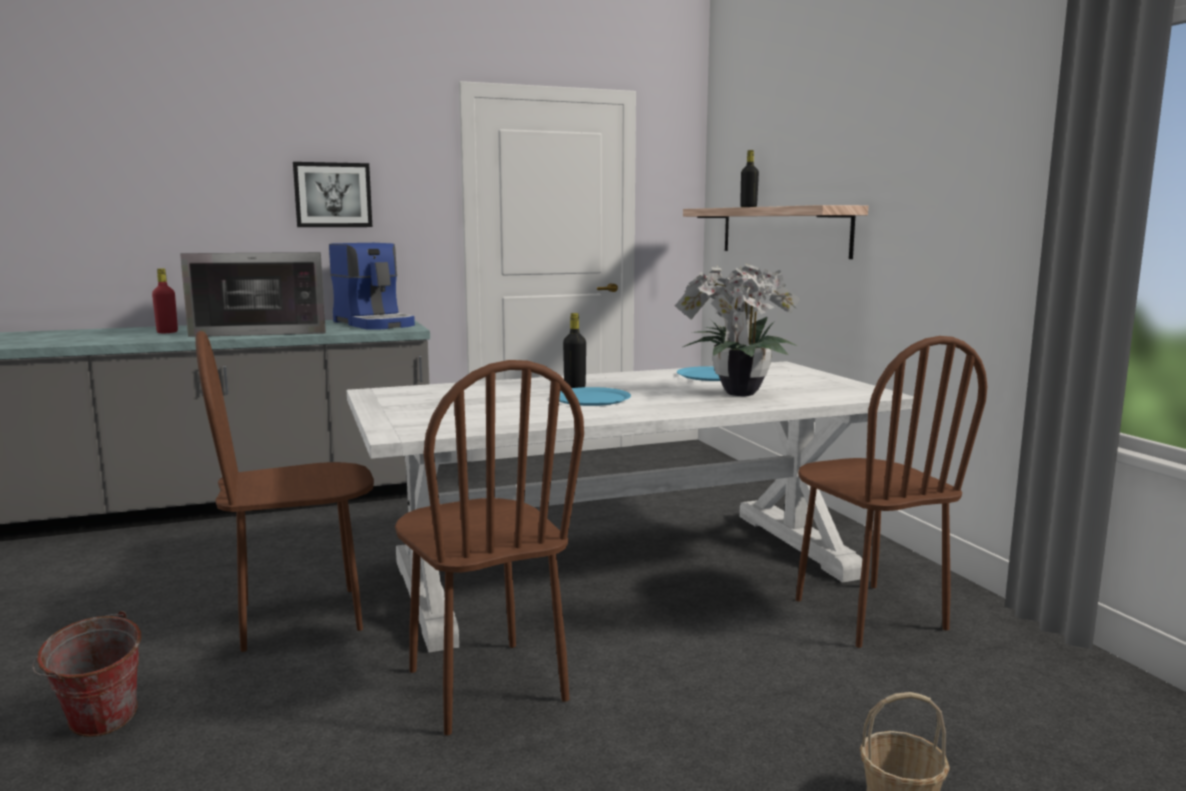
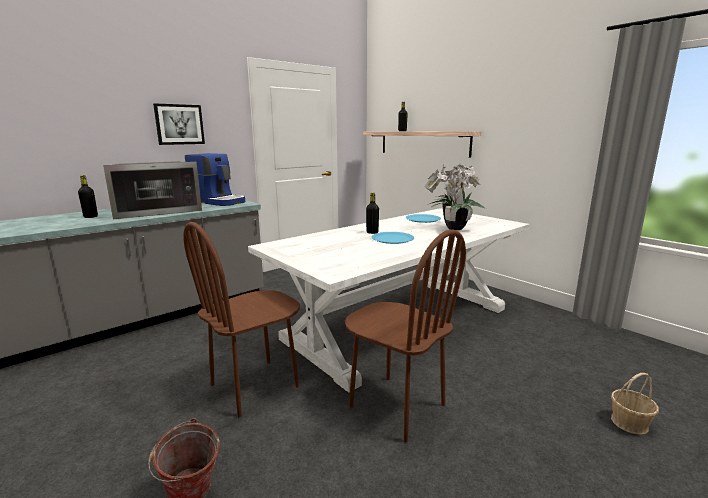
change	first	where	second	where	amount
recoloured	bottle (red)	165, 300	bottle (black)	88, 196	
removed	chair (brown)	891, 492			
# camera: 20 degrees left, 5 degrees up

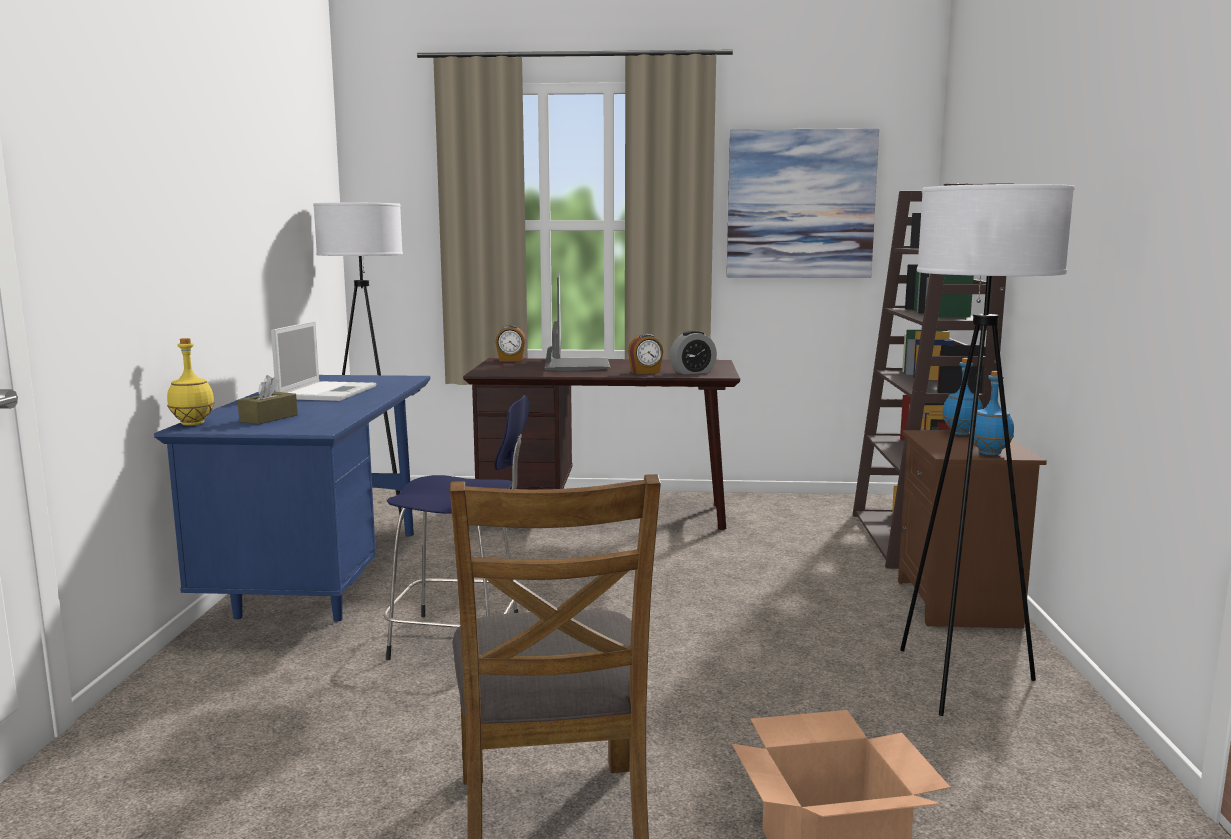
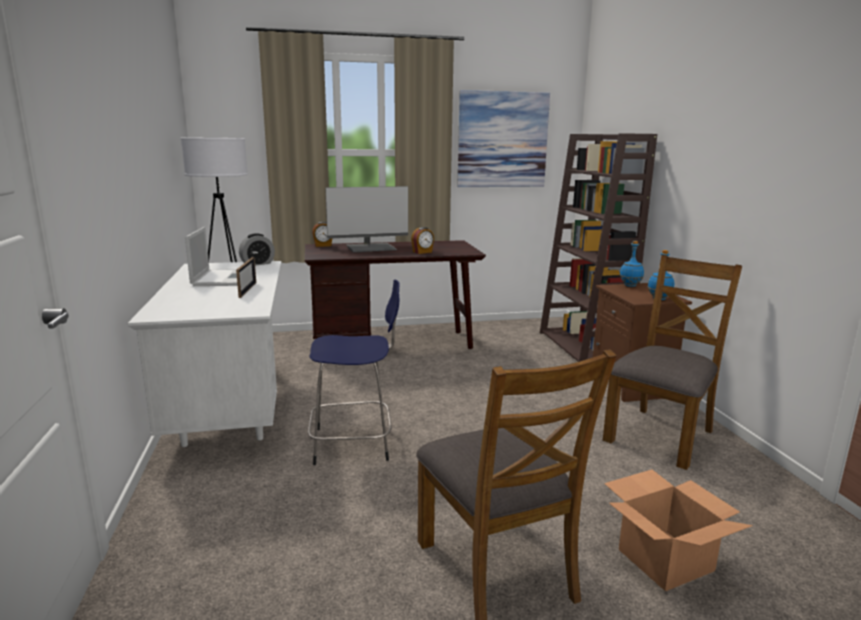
change	first	where	second	where	amount
recoloured	desk (blue)	292, 498	desk (white)	204, 354	
removed	bottle (yellow)	191, 382			
removed	tissue box (brown)	268, 399			
turned	monitor	577, 321		366, 219	90 degrees clockwise
moved	alarm clock	693, 352		257, 249	
replaced	floor lamp (white)	987, 450	chair (brown)	672, 362	
added			picture frame	246, 277	
# camera: 15 degrees left, 5 degrees up

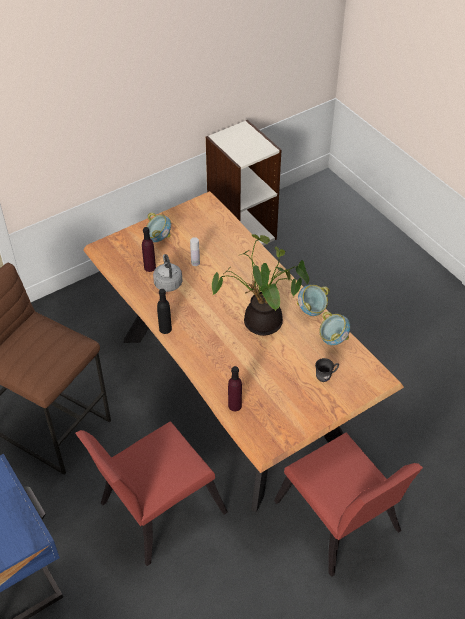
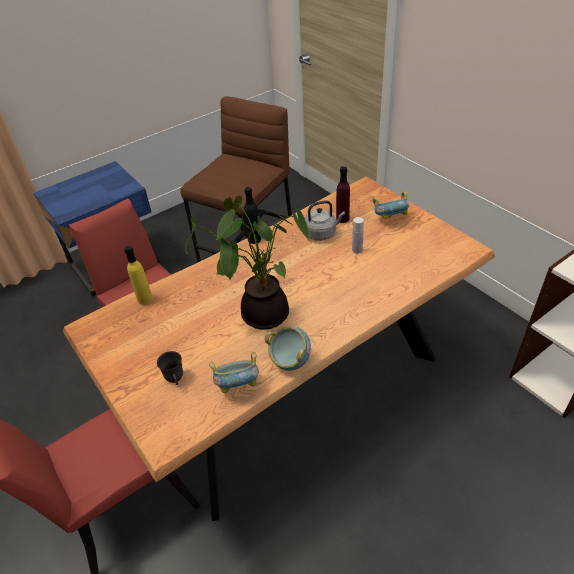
change	first	where	second	where	amount
recoloured	bottle (purple)	235, 388	bottle (yellow)	138, 275	
# camera: 90 degrees right, 5 degrees down

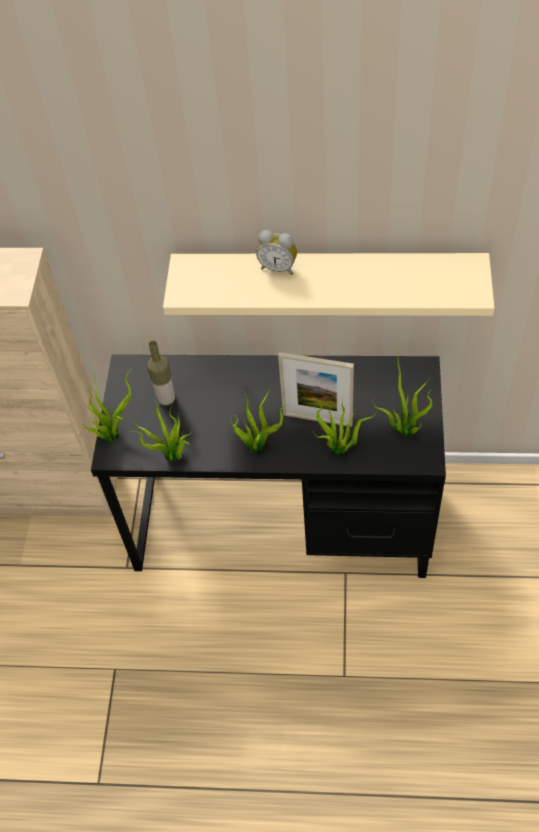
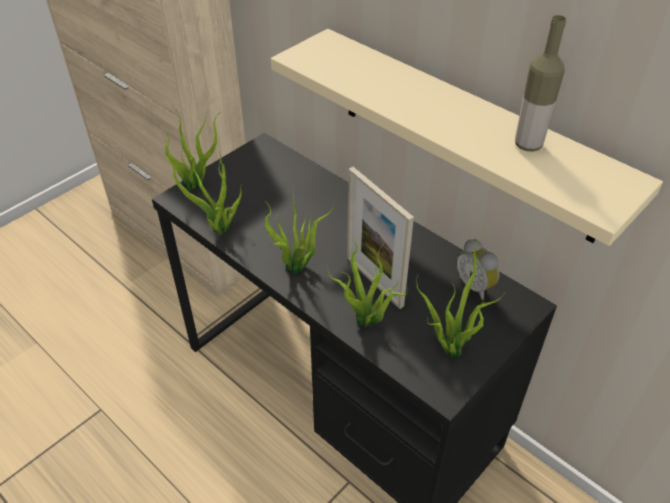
change	first	where	second	where	amount
moved	bottle	161, 373		540, 83	
moved	alarm clock	276, 252		477, 269	
# camera: 35 degrees right, 10 degrees down

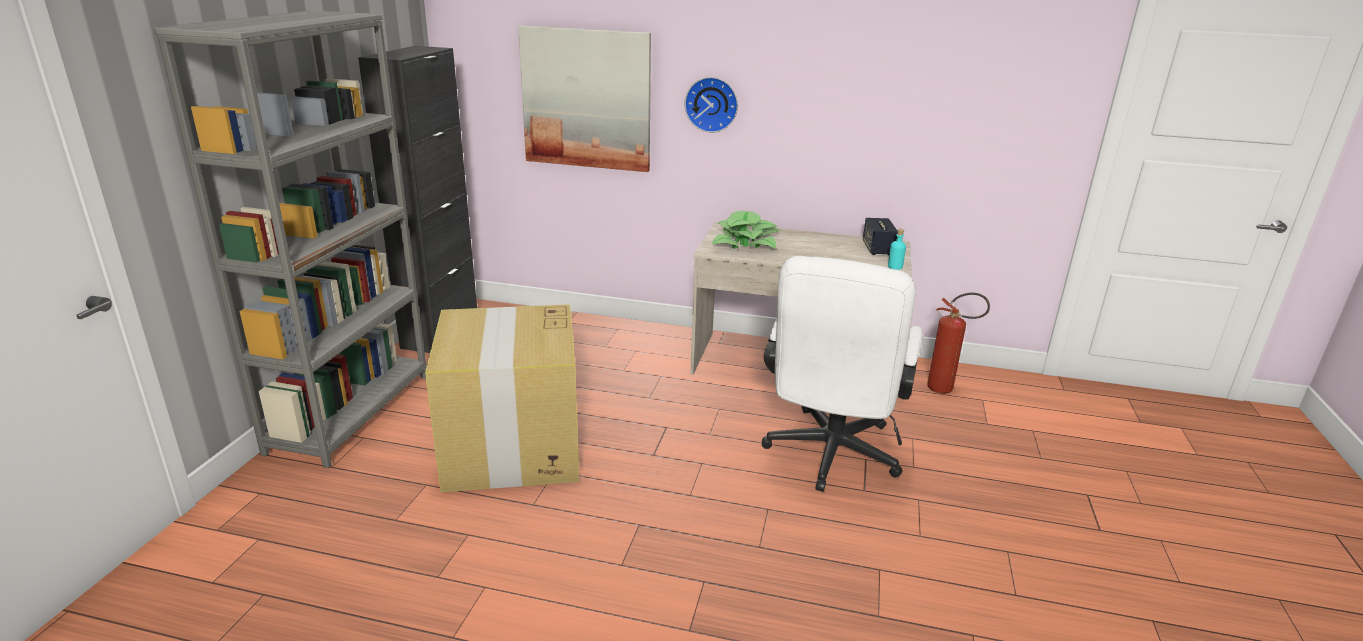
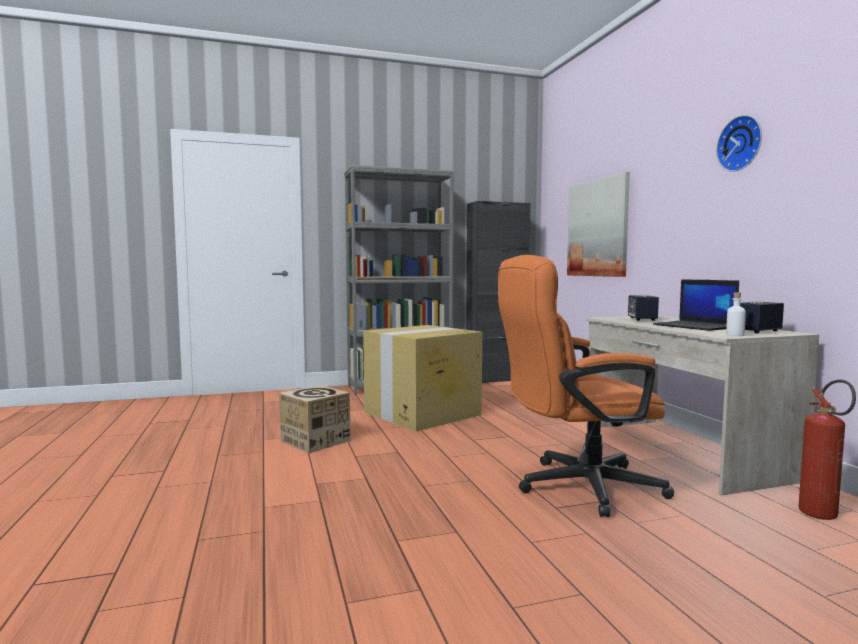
change	first	where	second	where	amount
moved	wall clock	711, 105		739, 143	
replaced	potted plant	746, 230	speaker	643, 308	
recoloured	office chair (white)	842, 374	office chair (orange)	586, 386	
recoloured	bottle (turquoise)	897, 249	bottle (white)	736, 314	
added			cardboard box	315, 419	
added			laptop	696, 305	
# camera: 60 degrees right, 20 degrees down

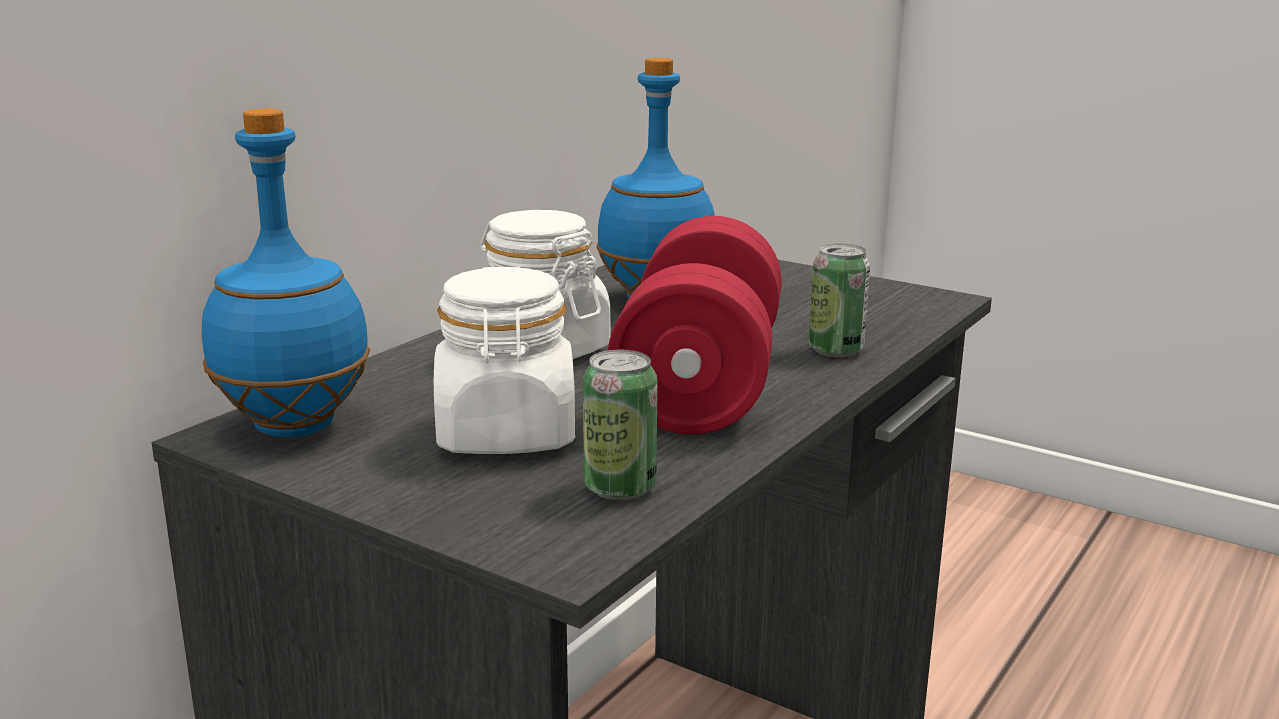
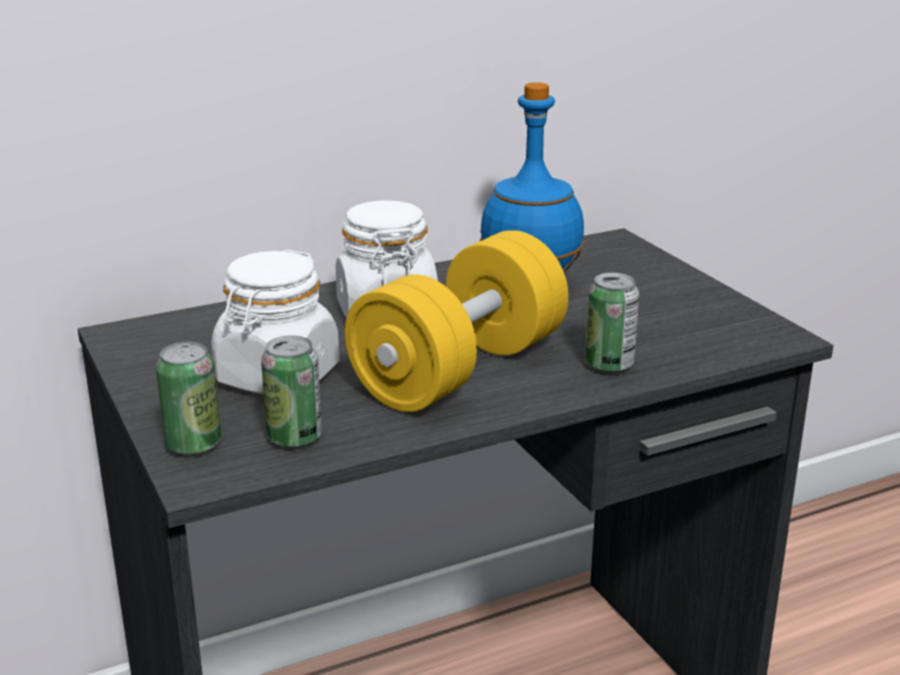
change	first	where	second	where	amount
removed	bottle (blue)	286, 273			
recoloured	dumbbell (red)	695, 325	dumbbell (yellow)	457, 321	
added			can	188, 399	
# camera: 30 degrees right, 5 degrees up

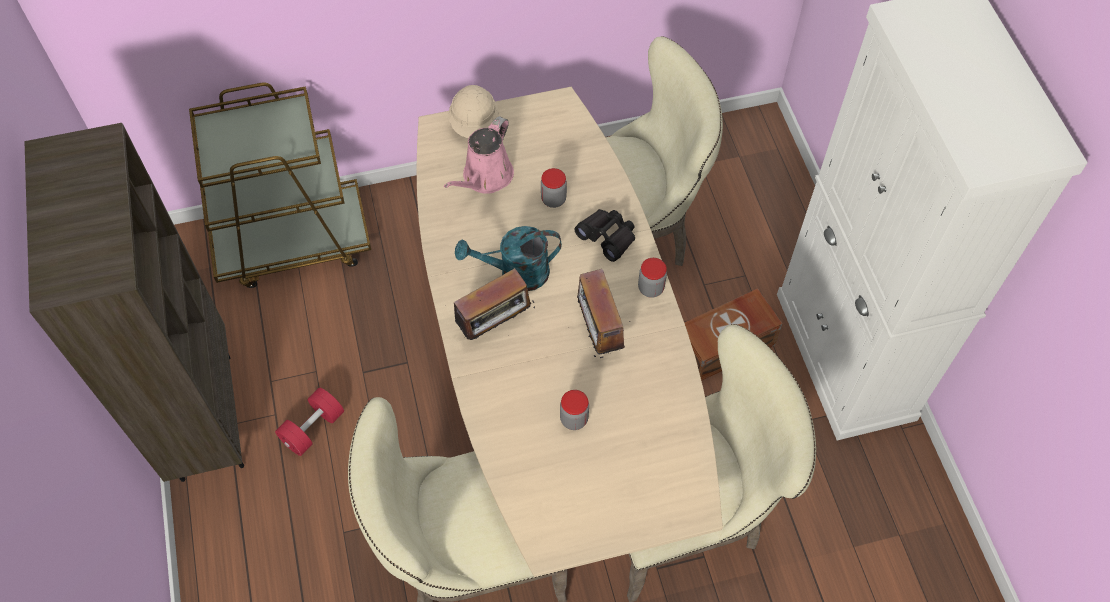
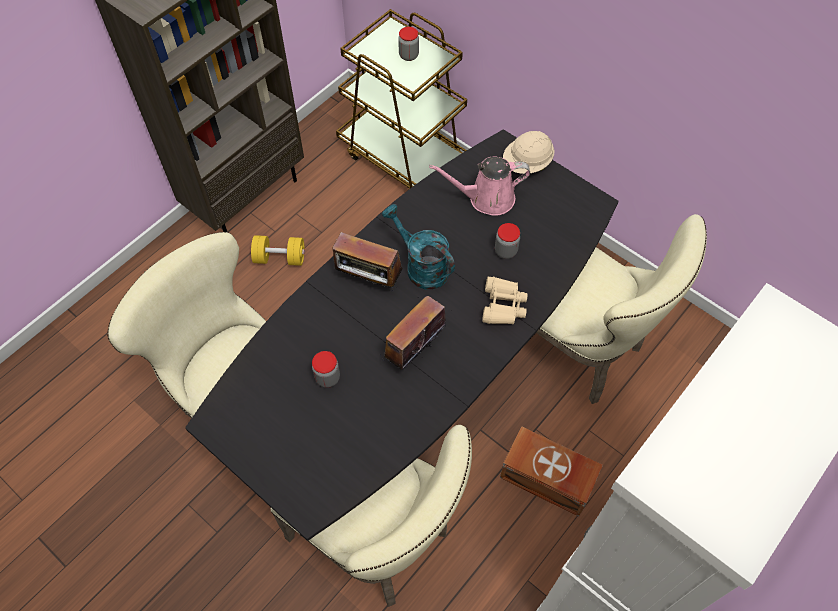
change	first	where	second	where	amount
recoloured	dumbbell (red)	309, 422	dumbbell (yellow)	278, 250	
recoloured	dining table (beige)	569, 332	dining table (black)	402, 335	
recoloured	binoculars (black)	605, 235	binoculars (beige)	505, 300	
moved	jar	652, 278		408, 44	
# camera: 55 degrees right, 0 degrees up

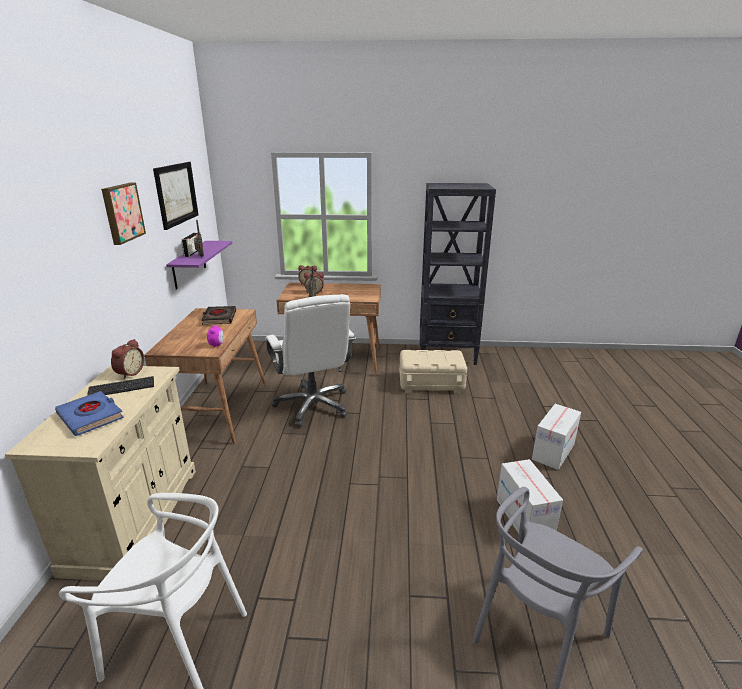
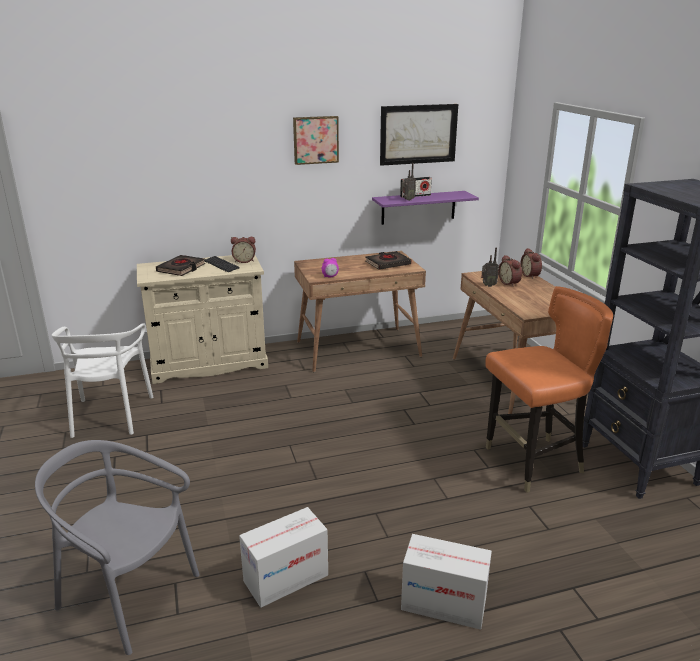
change	first	where	second	where	amount
recoloured	book (blue)	89, 413	book (black)	181, 265	
removed	office chair (white)	311, 360			
replaced	storage box (beige)	433, 372	chair (orange)	549, 389	
# camera: 70 degrees right, 0 degrees up

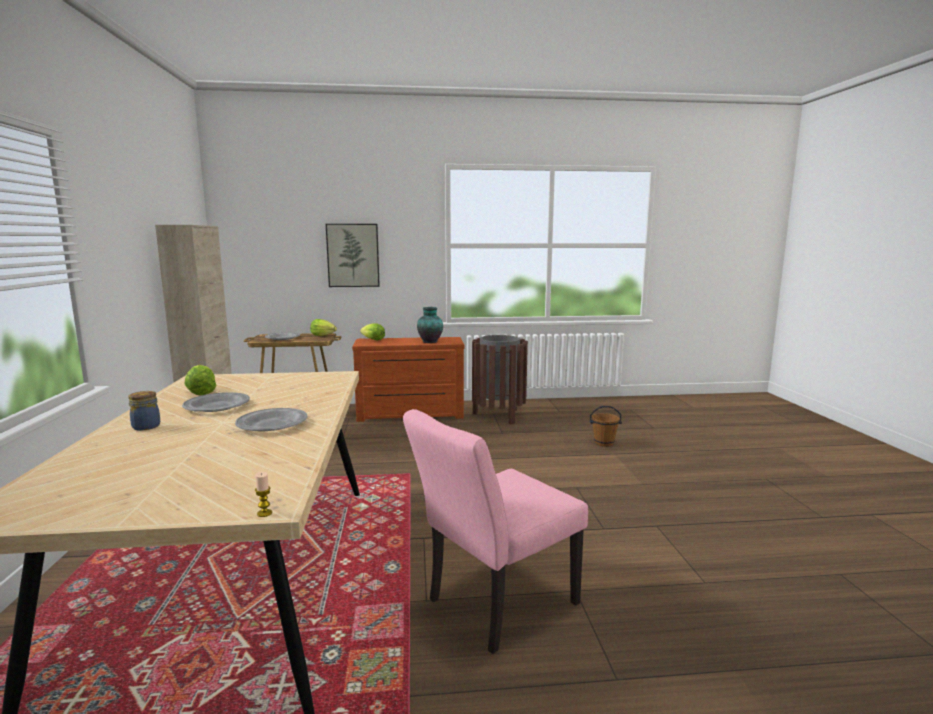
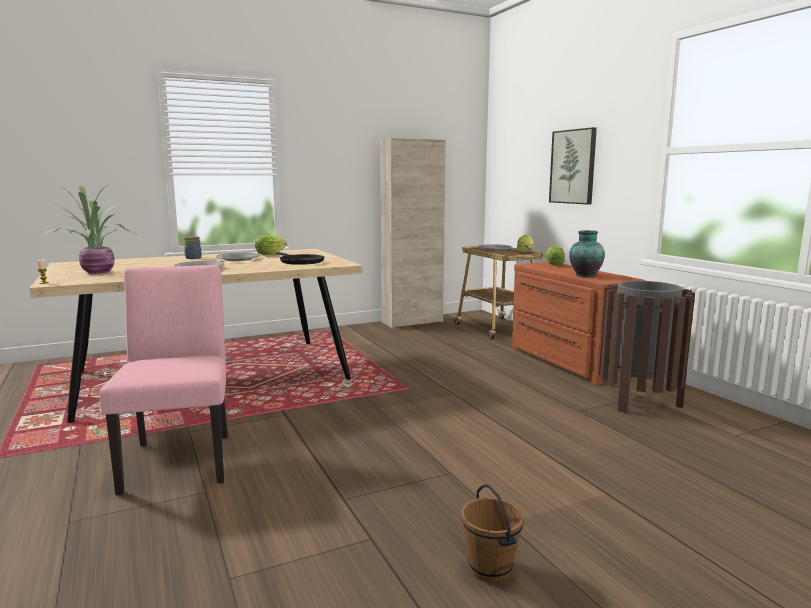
change	first	where	second	where	amount
turned	chair (pink)	495, 531		164, 380	45 degrees clockwise
moved	bucket (brown)	605, 426		492, 533	
added			potted plant	89, 229	
added			frying pan (black)	300, 258	
# camera: 70 degrees right, 0 degrees up

